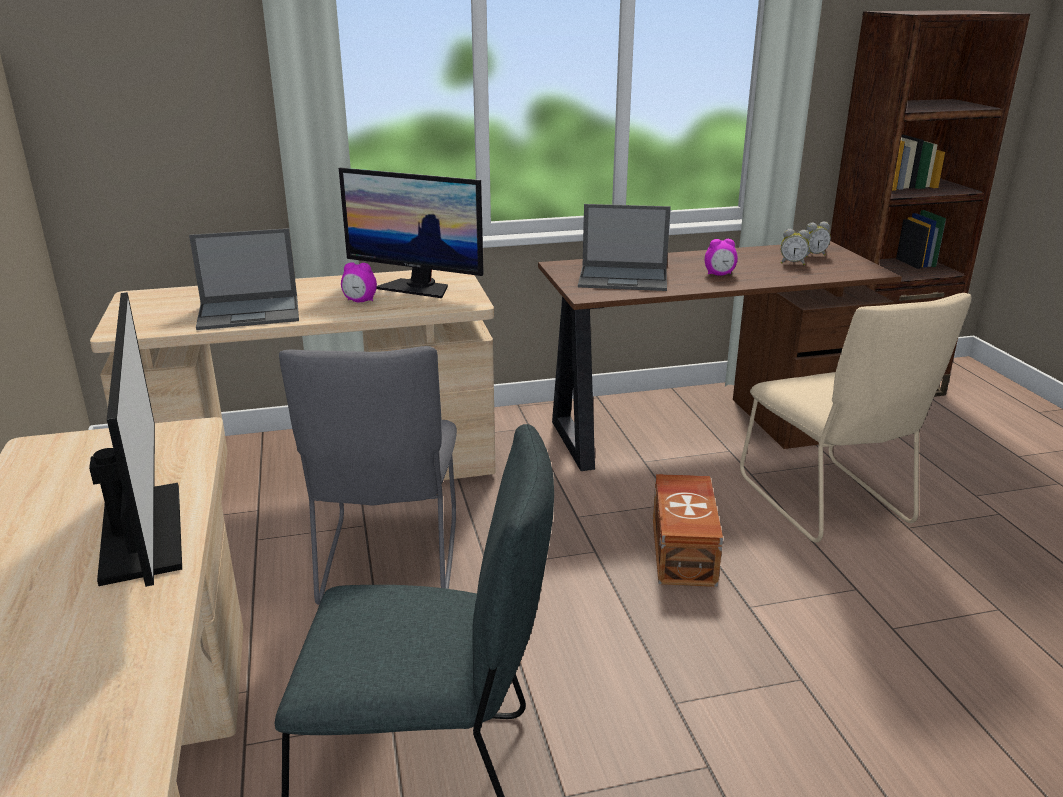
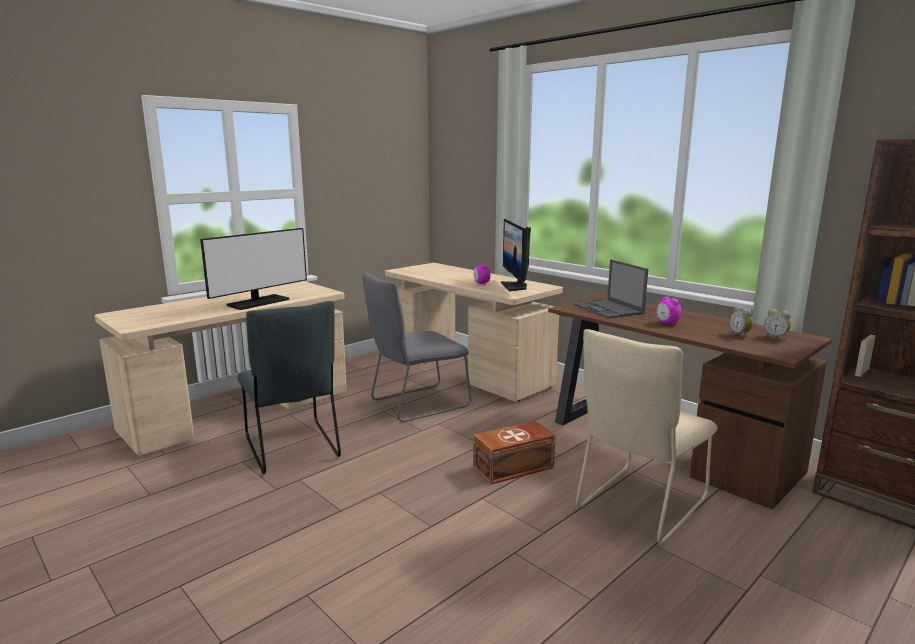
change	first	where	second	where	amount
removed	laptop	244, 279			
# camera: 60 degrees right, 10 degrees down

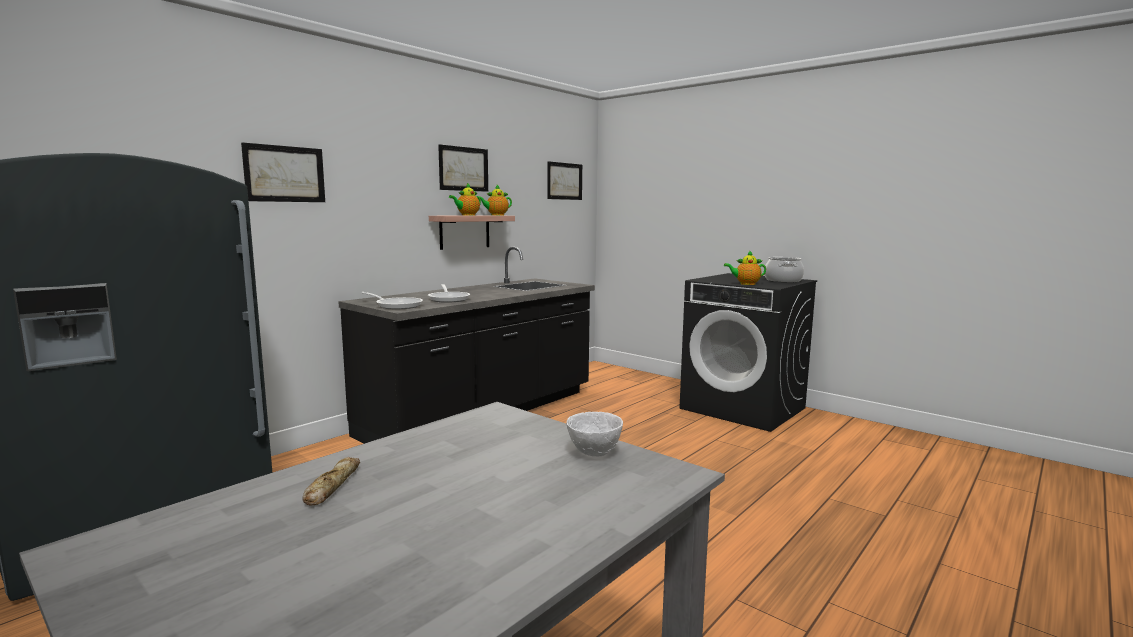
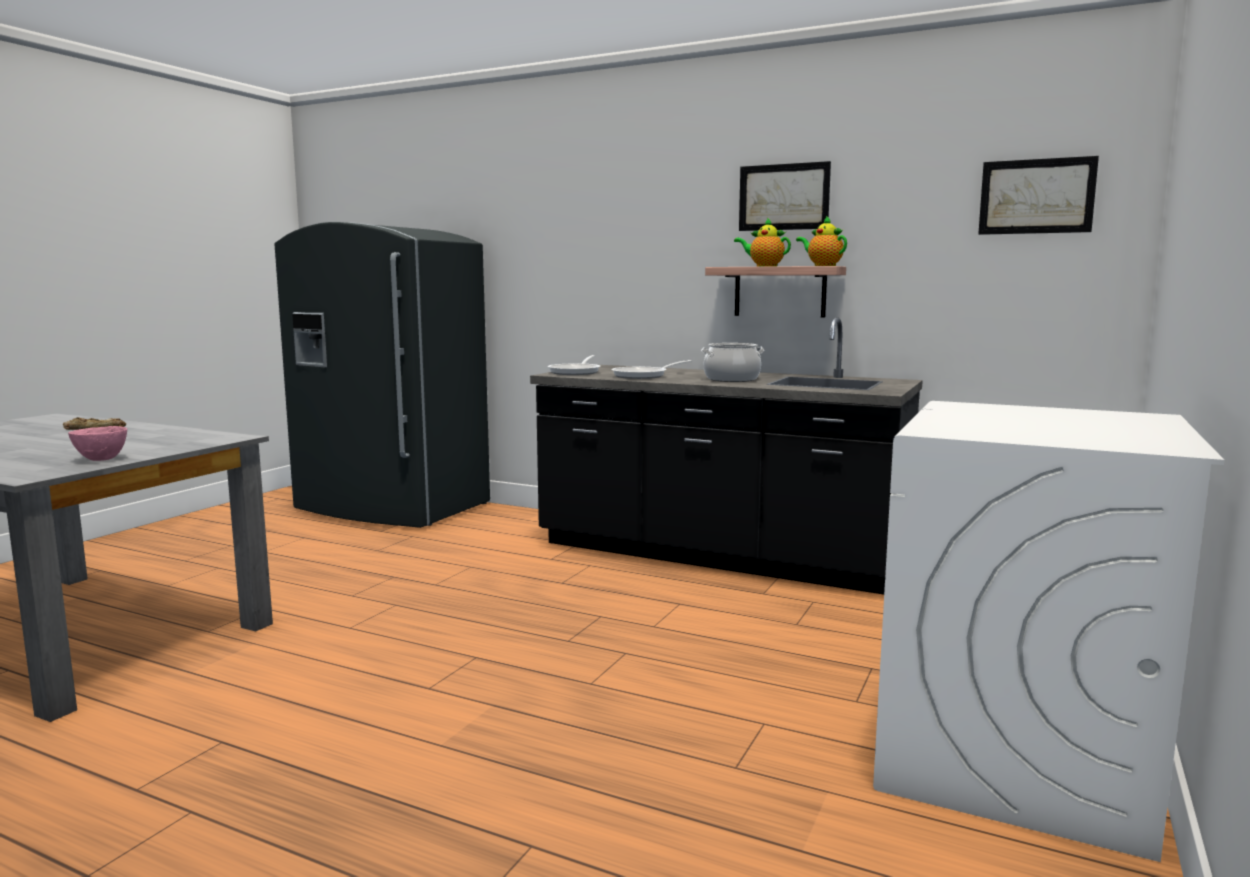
change	first	where	second	where	amount
removed	picture	283, 172			
recoloured	bowl (white)	595, 434	bowl (pink)	97, 443	
recoloured	washing machine (black)	748, 352	washing machine (white)	1048, 631	
removed	teapot	745, 267			
moved	cooking pot	784, 270		732, 362	
# camera: 75 degrees right, 0 degrees up

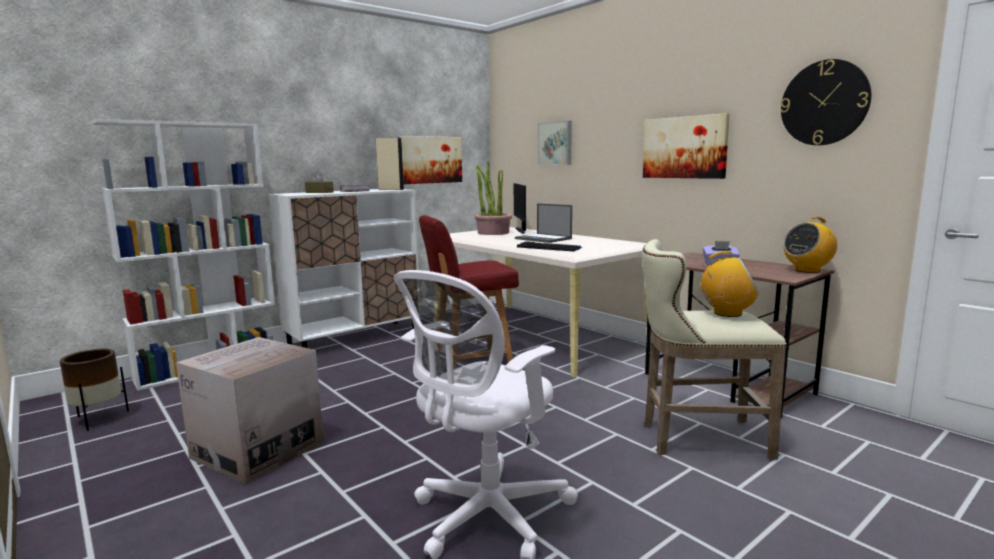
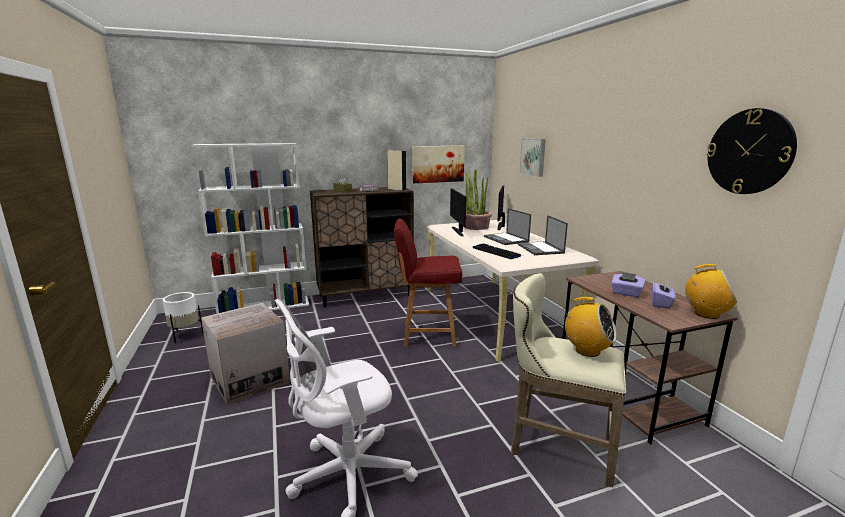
change	first	where	second	where	amount
recoloured	planter (brown)	94, 390	planter (white)	183, 317	
recoloured	cabinet (white)	343, 268	cabinet (brown)	362, 247	
removed	picture	686, 146			
turned	radio	810, 245		711, 291	150 degrees counterclockwise
added			monitor	458, 212	
added			laptop	543, 235	
added			tissue box (purple)	664, 295	
# camera: 20 degrees right, 5 degrees up

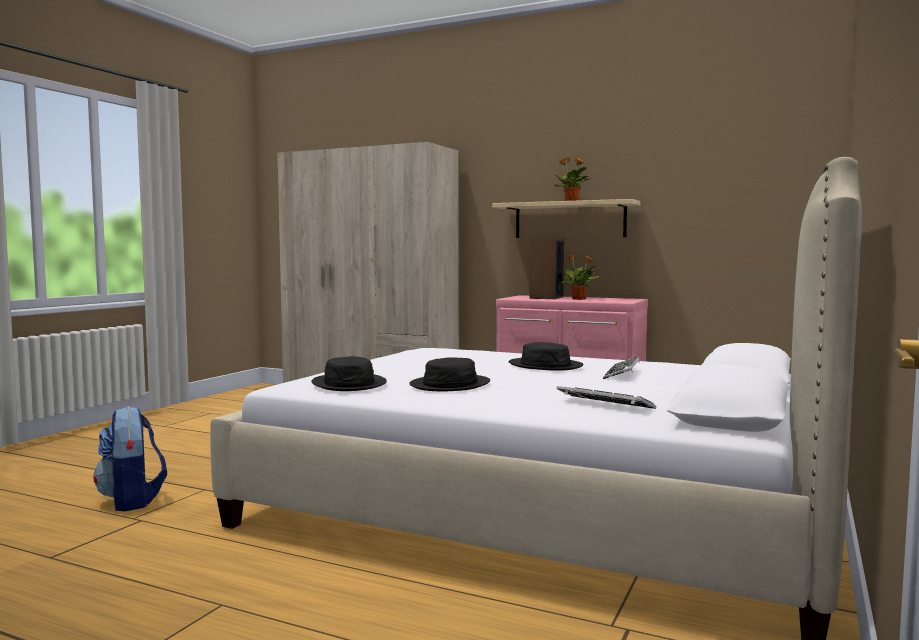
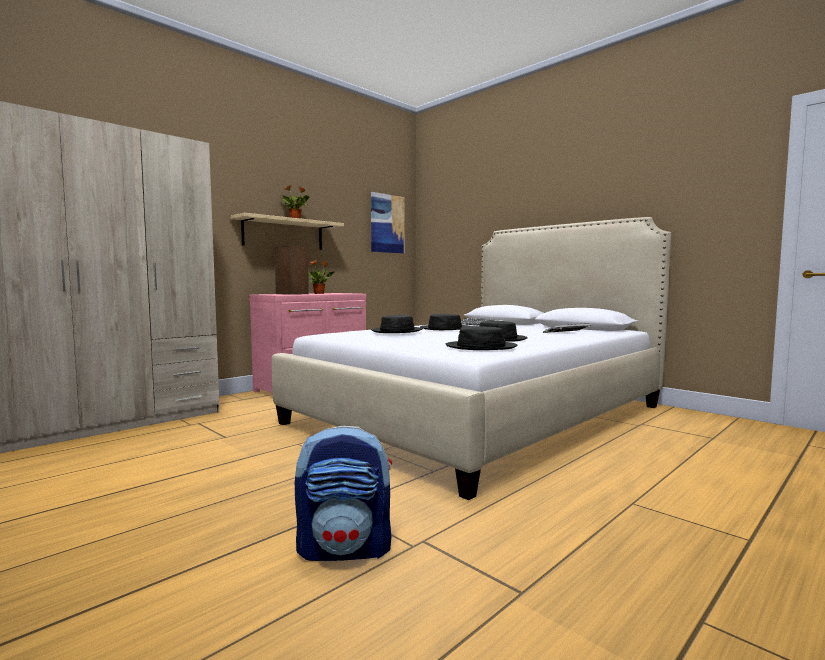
change	first	where	second	where	amount
added			picture	387, 222	
added			hat (black)	397, 324	
# camera: 70 degrees left, 0 degrees up

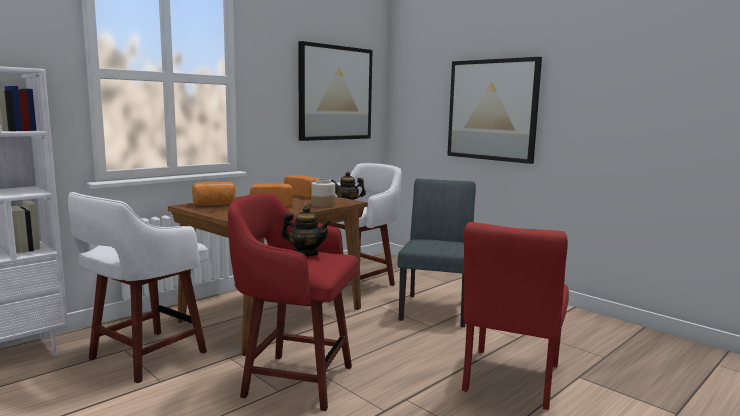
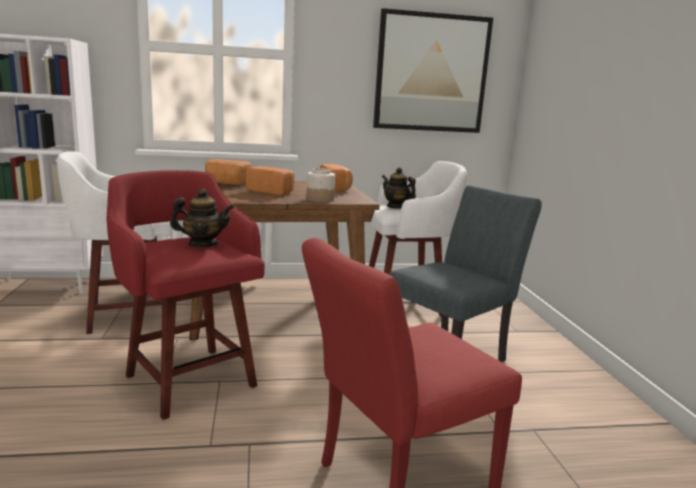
change	first	where	second	where	amount
turned	teapot	306, 230		202, 217	60 degrees counterclockwise
removed	picture	494, 110			
# camera: 35 degrees right, 5 degrees up

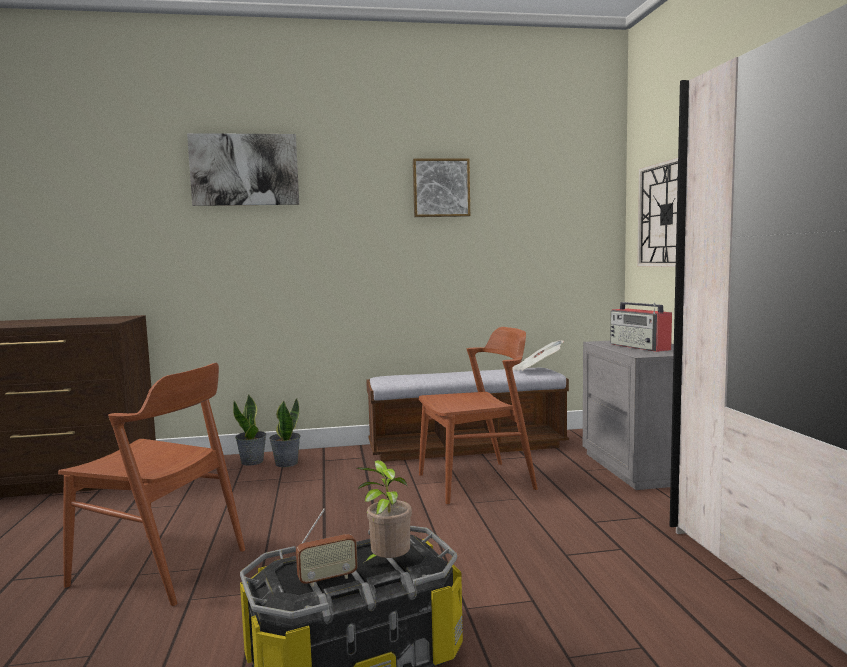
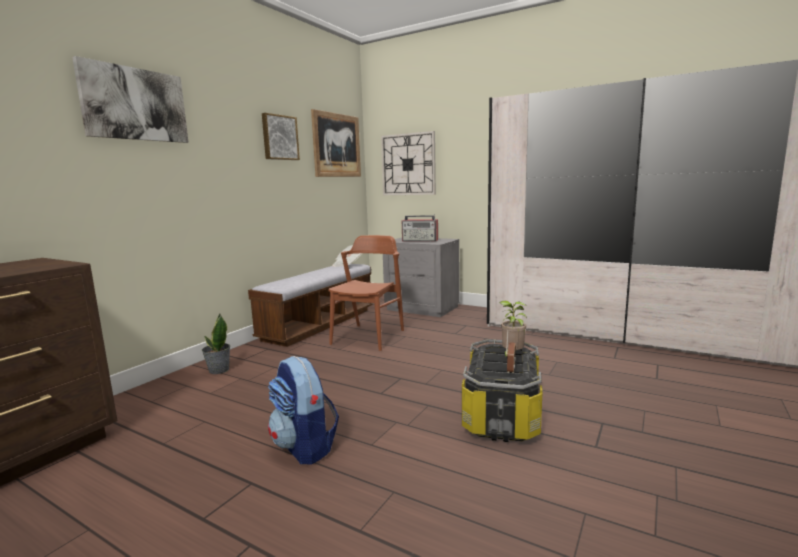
change	first	where	second	where	amount
replaced	chair (brown)	151, 484	backpack	303, 410	
removed	potted plant	249, 430			
added			picture	336, 143	
# camera: 50 degrees left, 5 degrees up

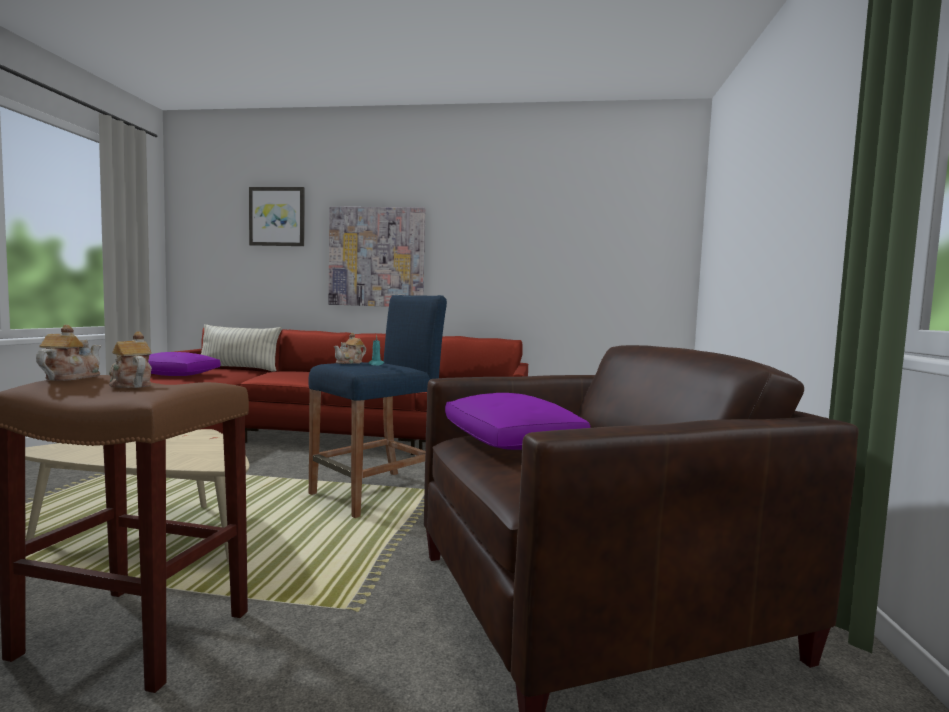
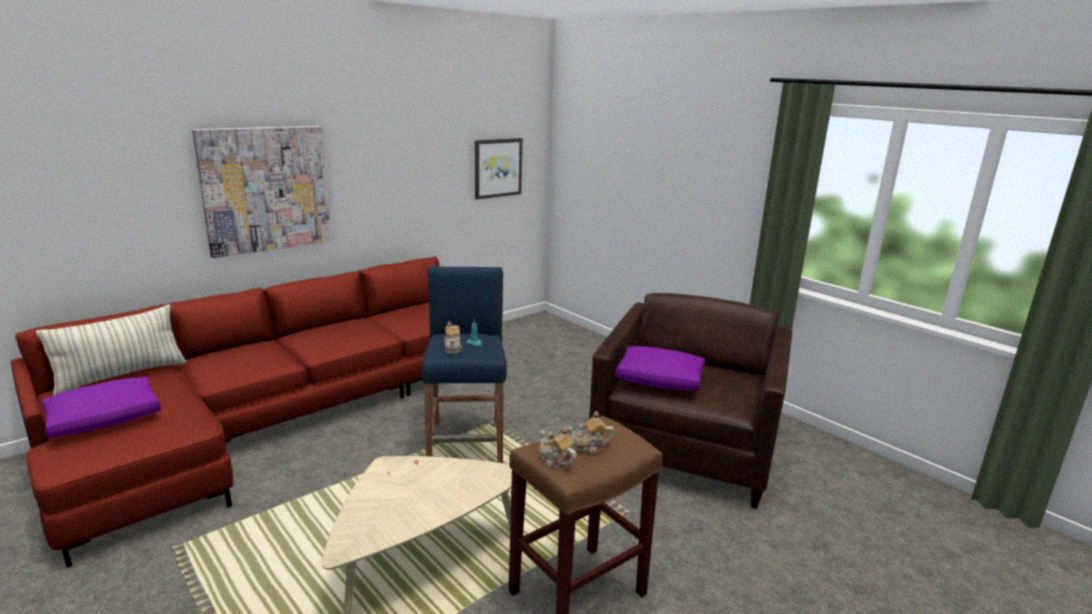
change	first	where	second	where	amount
moved	picture	277, 216		498, 169	
# camera: 50 degrees left, 15 degrees up

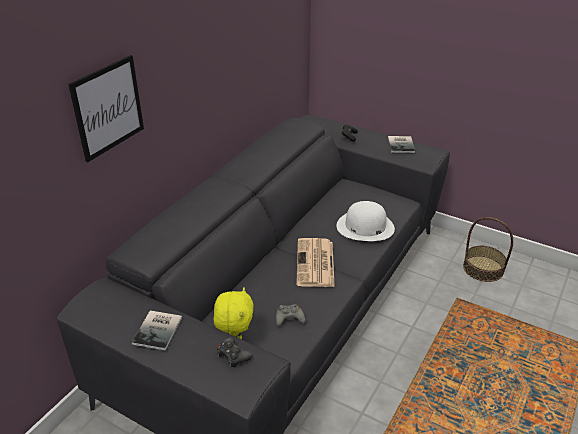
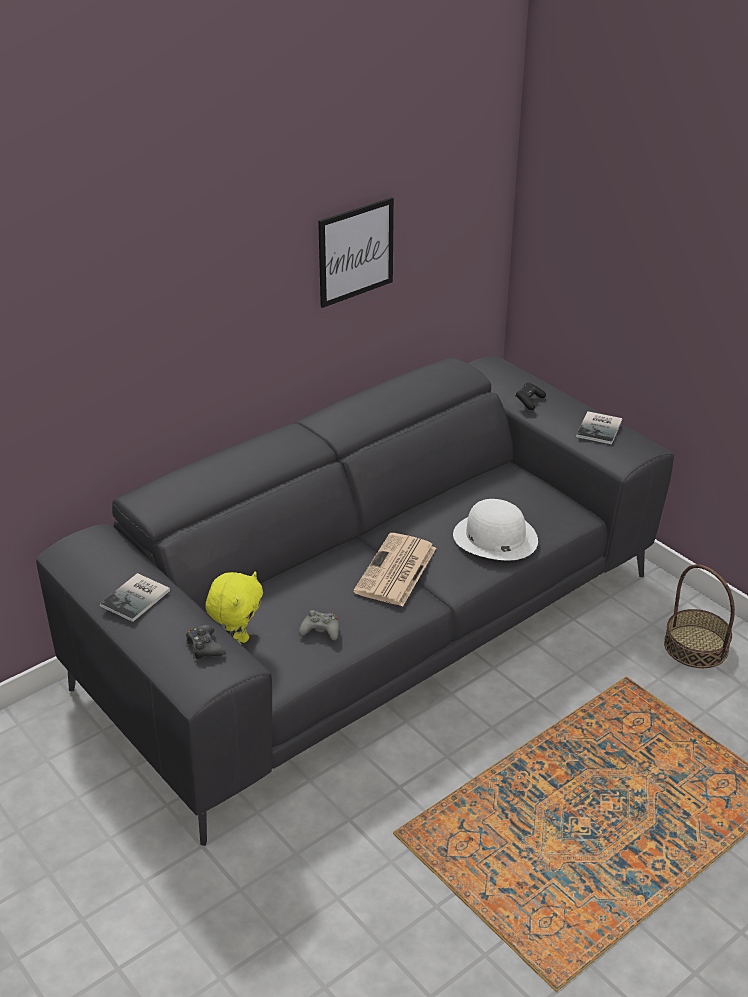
change	first	where	second	where	amount
moved	picture	106, 108		356, 252	
# camera: 20 degrees right, 0 degrees up

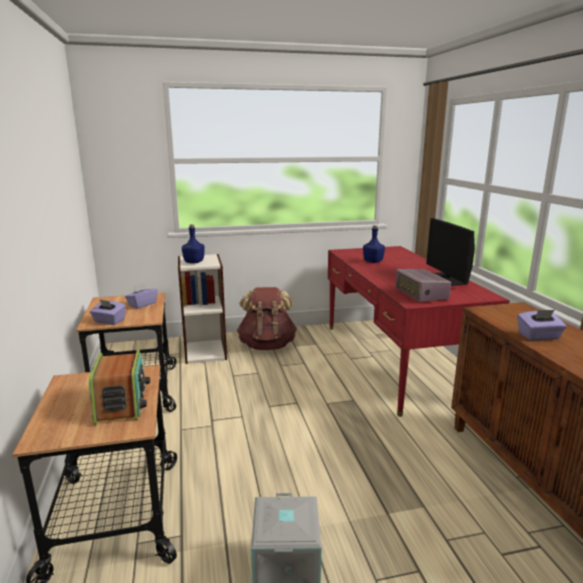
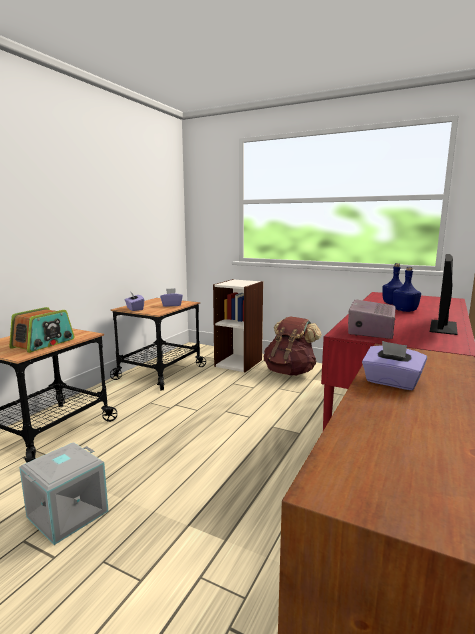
change	first	where	second	where	amount
moved	bottle (blue)	193, 243		407, 289	
# camera: 40 degrees right, 5 degrees down

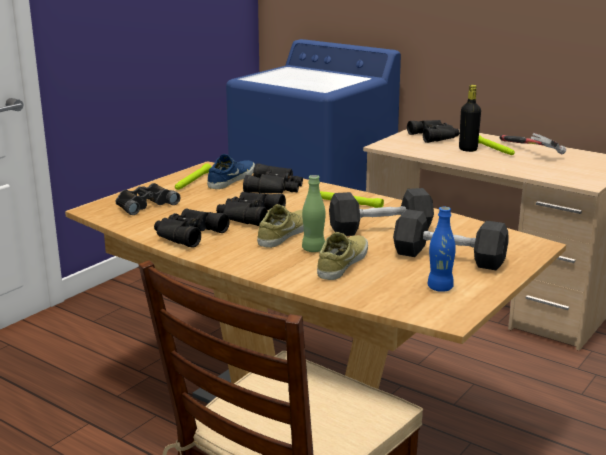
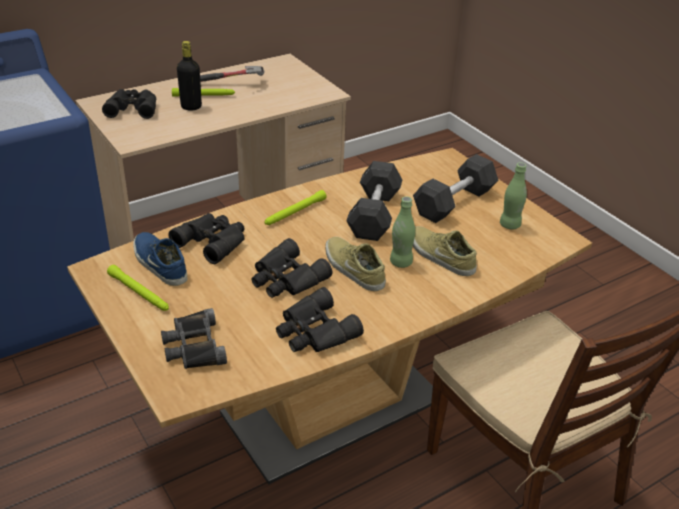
change	first	where	second	where	amount
recoloured	bottle (blue)	442, 249	bottle (green)	513, 195	
# camera: 70 degrees left, 15 degrees up

